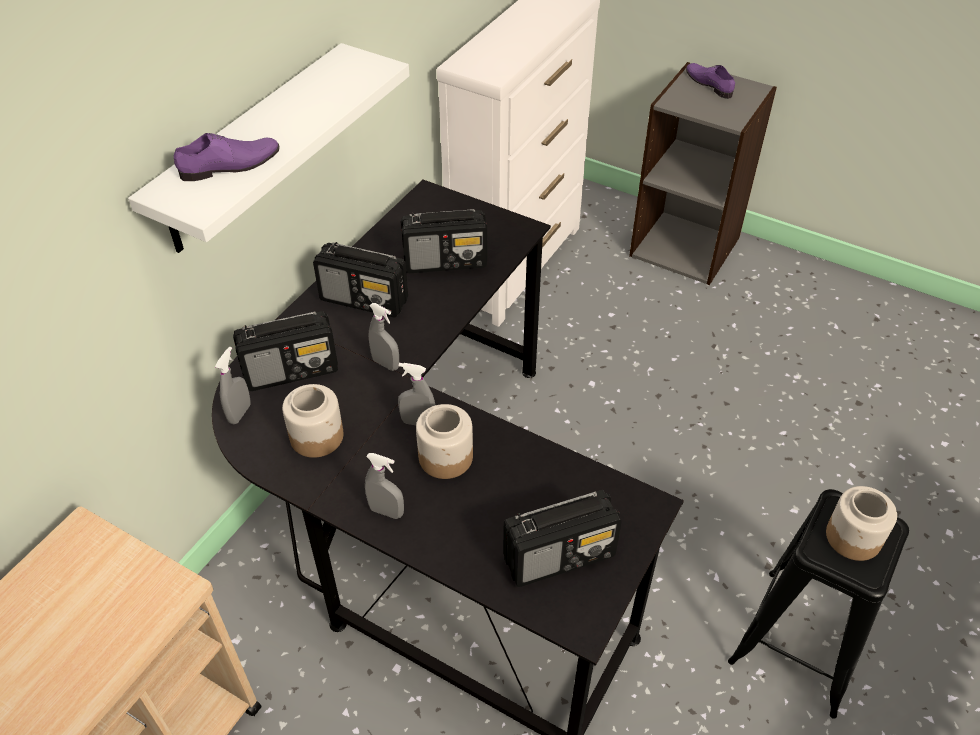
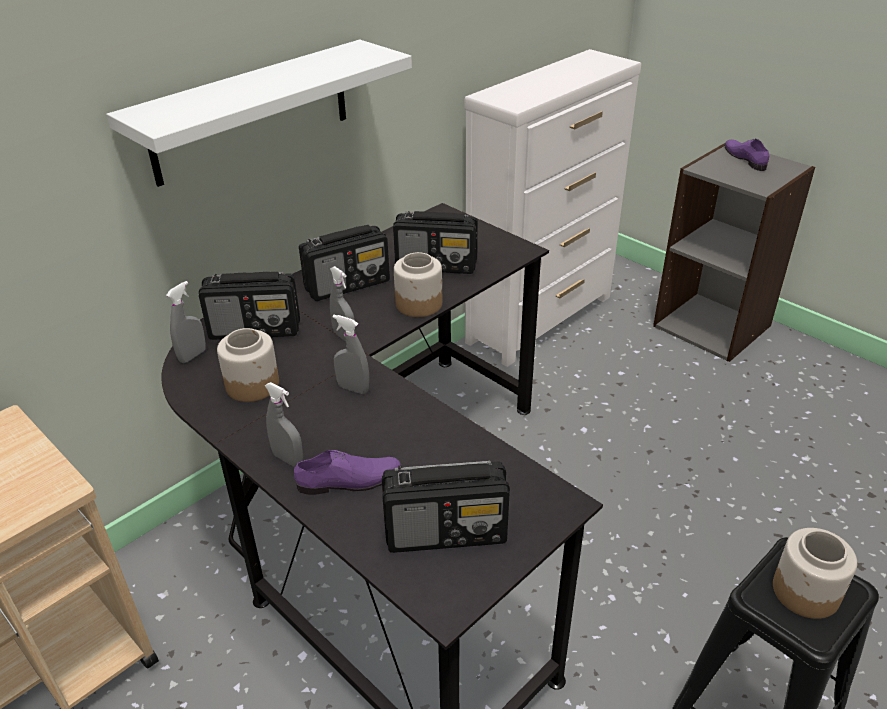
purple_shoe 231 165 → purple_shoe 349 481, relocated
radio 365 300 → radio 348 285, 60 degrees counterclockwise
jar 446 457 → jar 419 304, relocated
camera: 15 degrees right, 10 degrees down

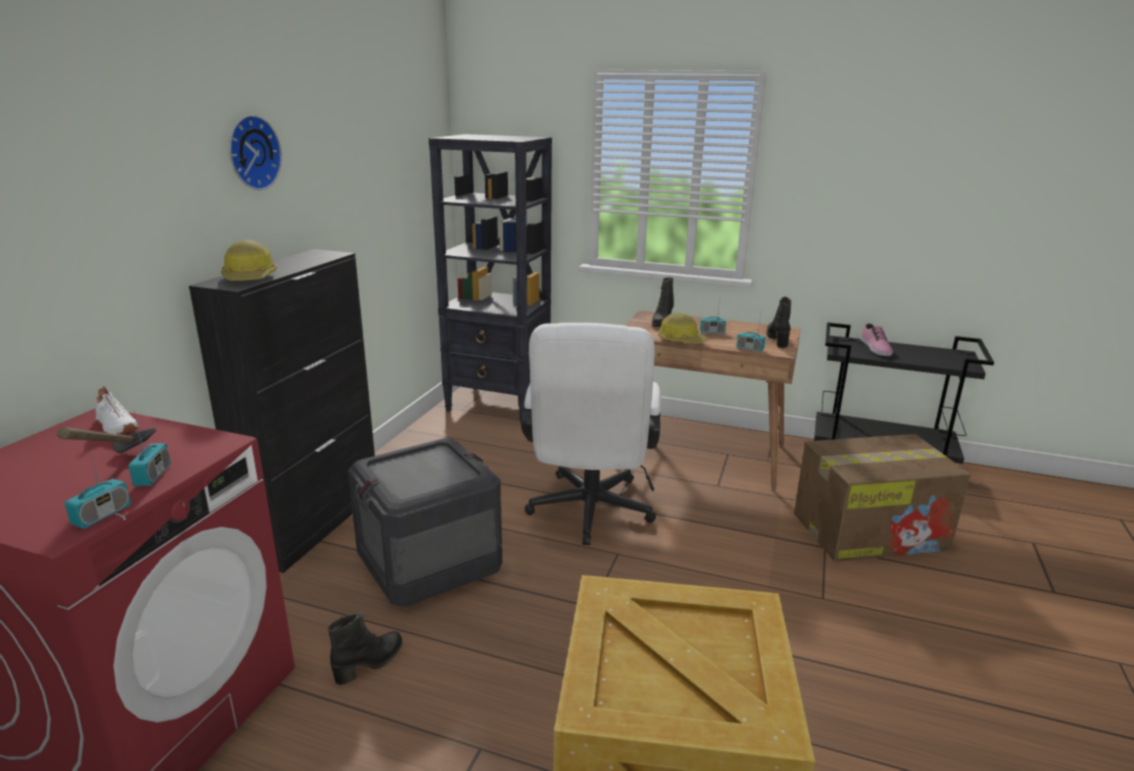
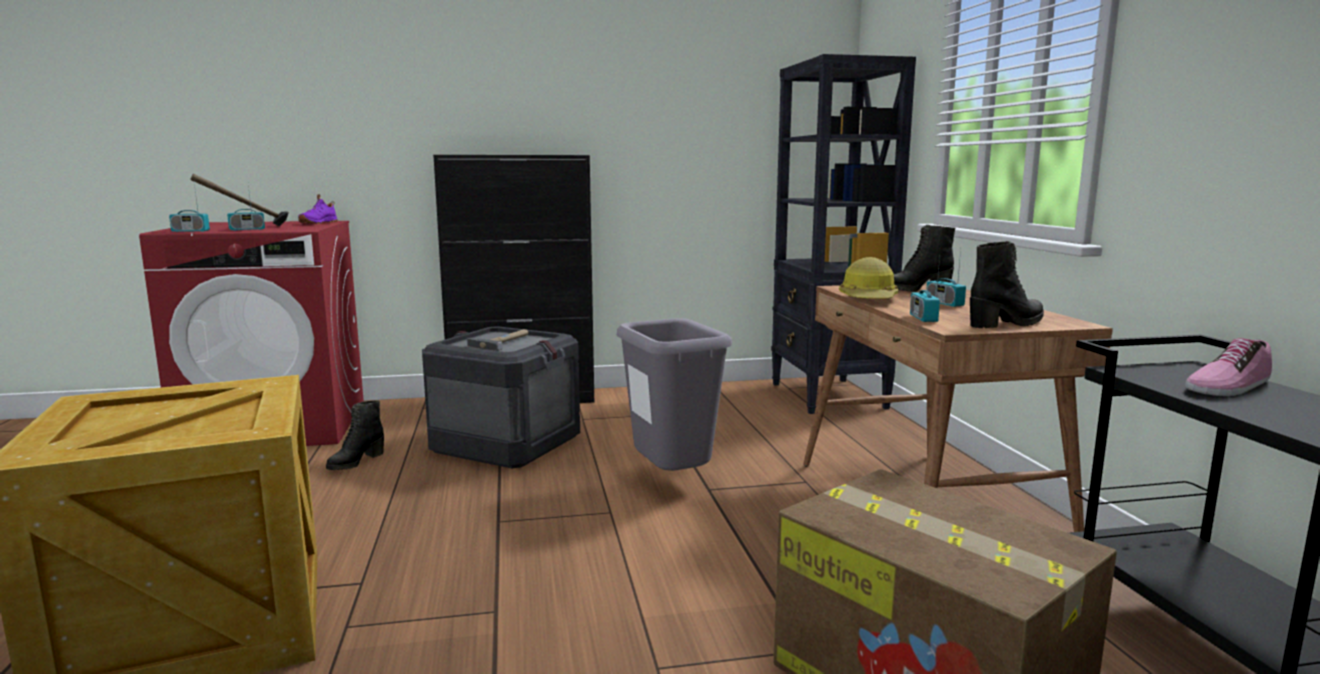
wall_clock 251 152 → -
hard_hat 250 278 → -
white_office_chair 589 514 → grey_trash_can 671 482
white_shoe 115 427 → purple_shoe 317 223
black_boot 370 663 → black_boot 355 462, 105 degrees clockwise
- → hammer 503 342
camera: 60 degrees right, 10 degrees down

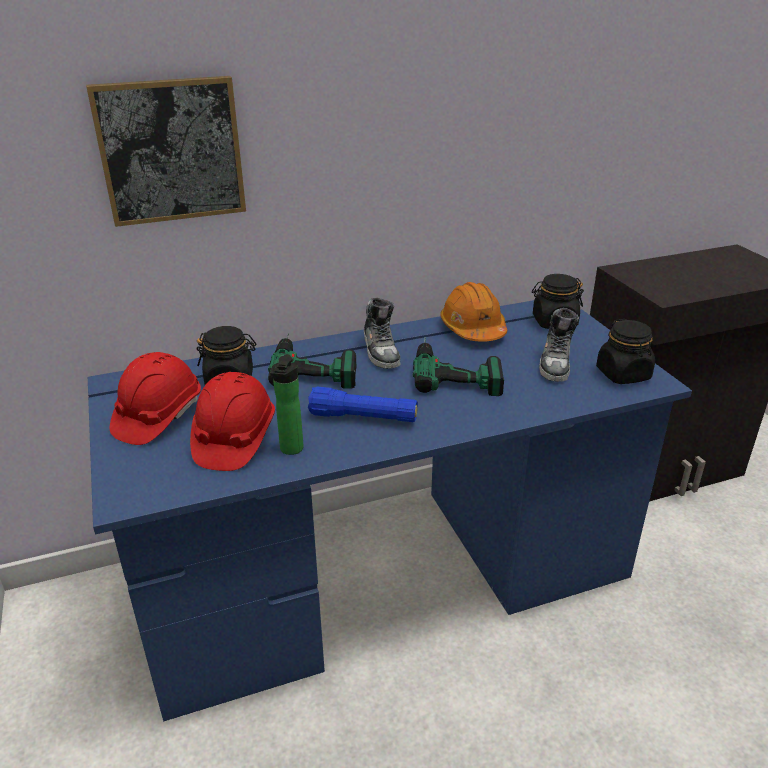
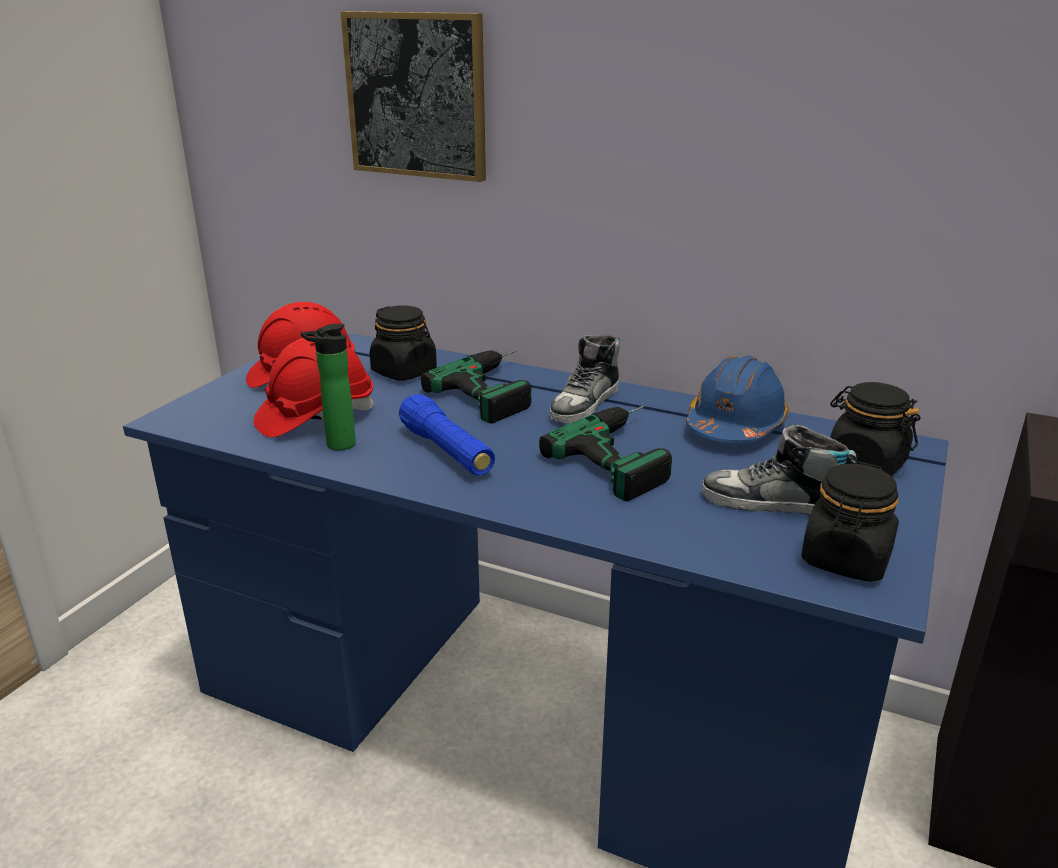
orange_hard_hat 473 329 → blue_hard_hat 735 426
shoe 556 362 → shoe 772 503, 45 degrees clockwise
camera: 45 degrees right, 5 degrees down

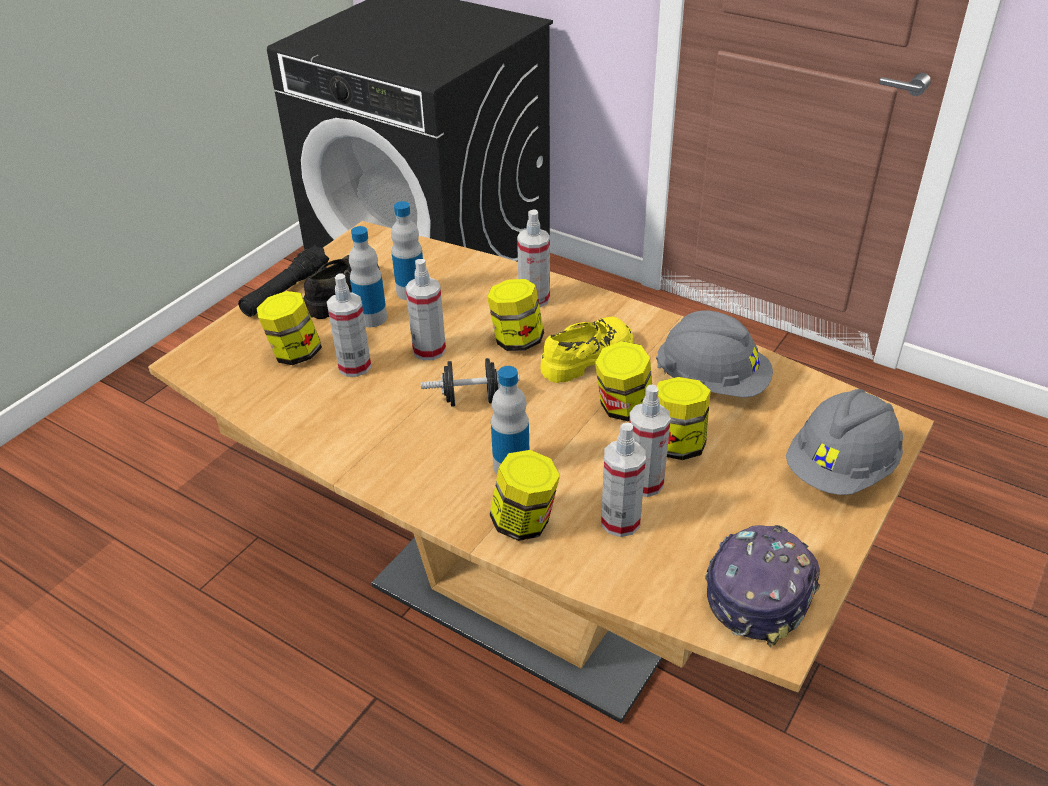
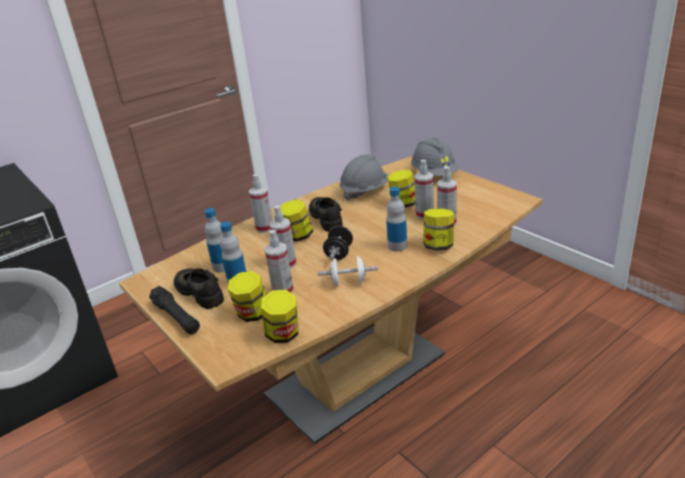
yellow_shoe 588 358 → black_shoe 327 218
jar 623 408 → jar 283 335, relocated
cap 760 588 → -
- → white_dumbbell 348 282
camera: 70 degrees left, 10 degrees down

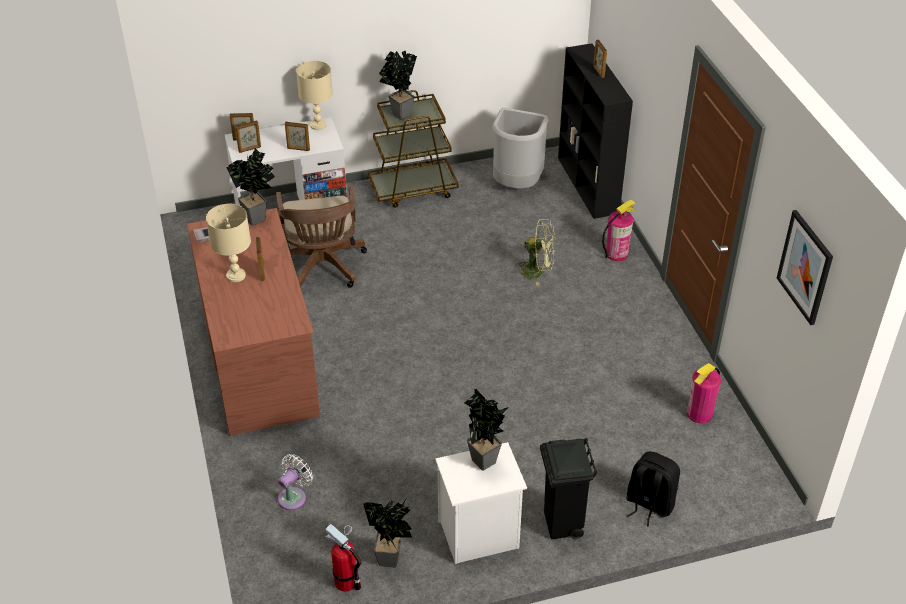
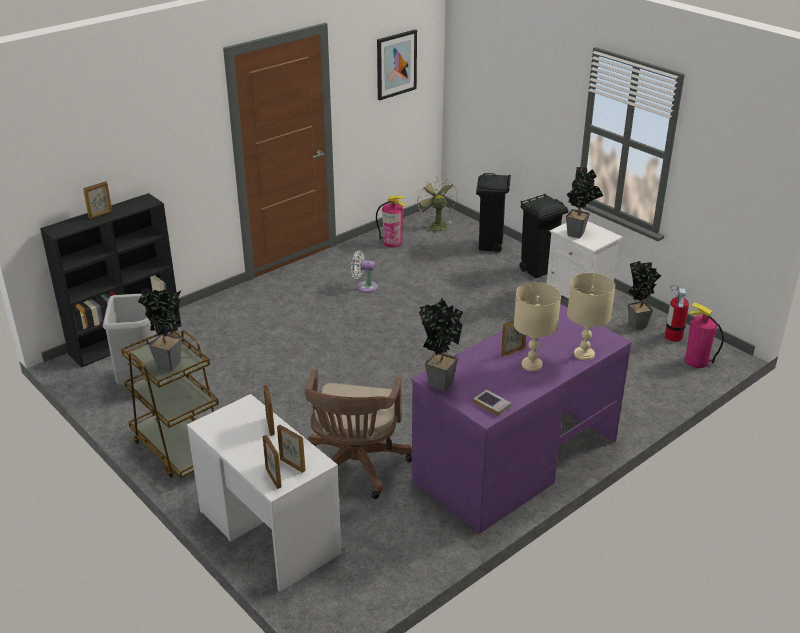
beige_table_lamp 318 125 → beige_table_lamp 584 354, relocated
brown_office_chair 322 268 → brown_office_chair 355 468, 135 degrees clockwise
fire_extinguisher 616 253 → fire_extinguisher 696 361, relocated
brown_desk 259 359 → purple_desk 515 460
green_fan 537 271 → green_fan 436 225, relocated
black_backpack 649 504 → black_trash_can 490 246
white_fan 294 496 → white_fan 364 286, relocated
camera: 115 degrees left, 10 degrees down

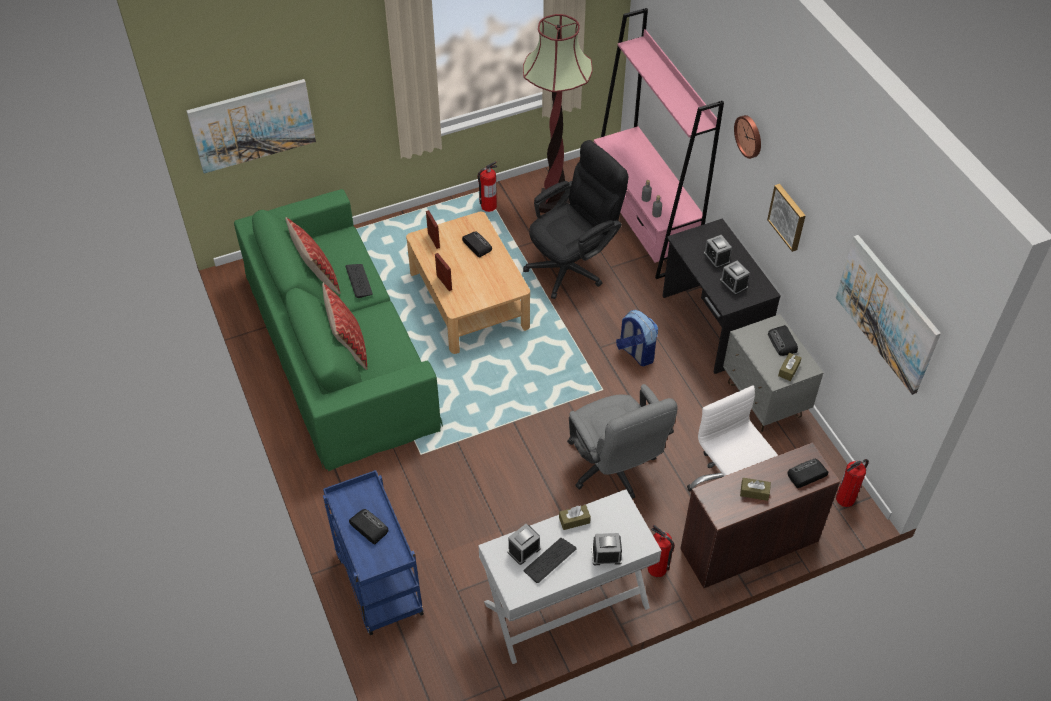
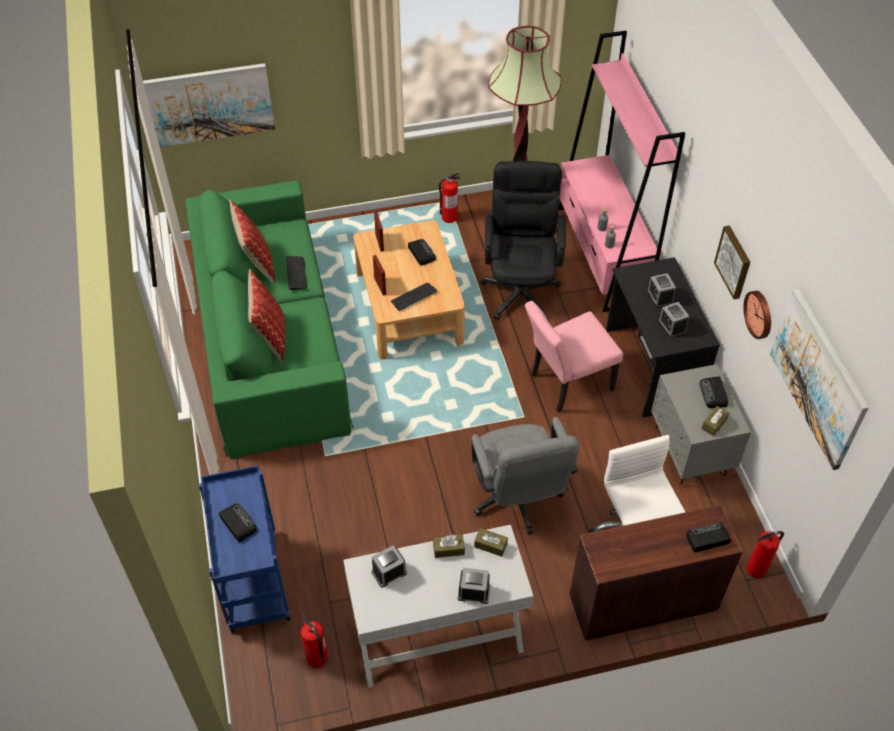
wall_clock 749 136 → wall_clock 759 314, relocated
black_office_chair 573 265 → black_office_chair 521 287, 60 degrees counterclockwise
backpack 635 353 → pink_chair 566 384
brown_tissue_box 754 492 → brown_tissue_box 490 545, relocated
fire_extinguisher 657 568 → fire_extinguisher 317 658, relocated
keyboard 549 560 → keyboard 413 297, relocated
camera: 10 degrees right, 0 degrees up

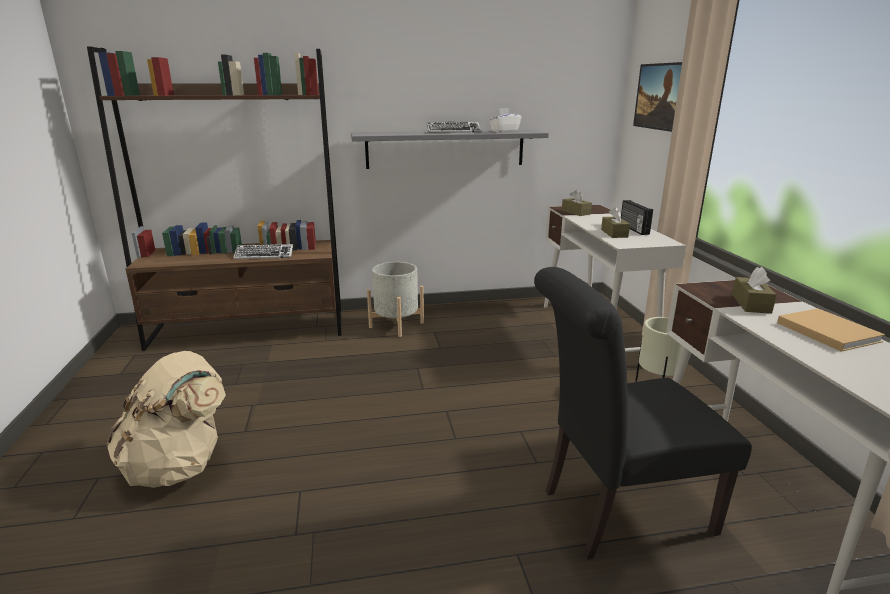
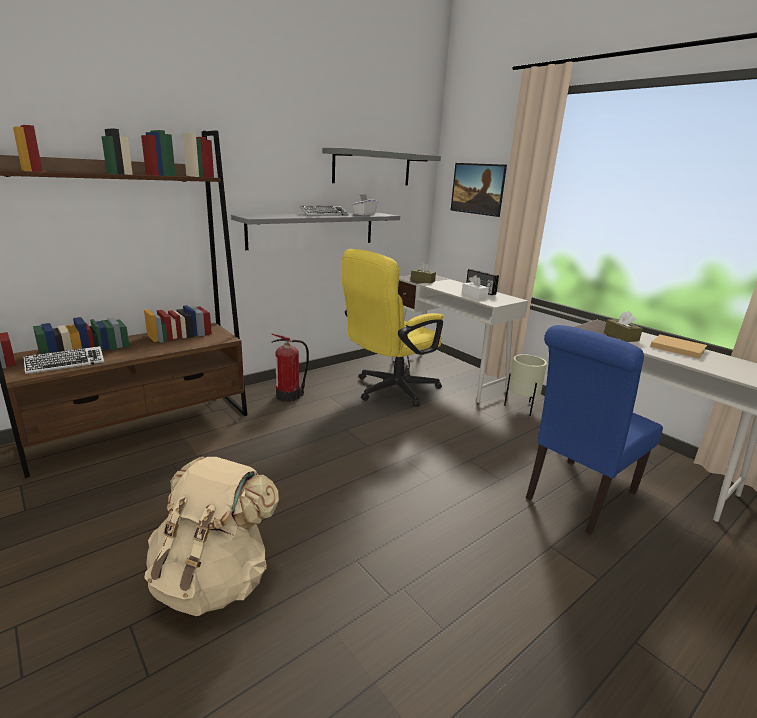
brown_tissue_box 614 233 → white_tissue_box 474 295
keyboard 264 255 → keyboard 65 364, relocated
grey_planter 396 325 → fire_extinguisher 289 396
black_chair 617 512 → blue_chair 576 497
- → grey_shelf 372 168
- → yellow_office_chair 389 390
camera: 30 degrees left, 0 degrees up

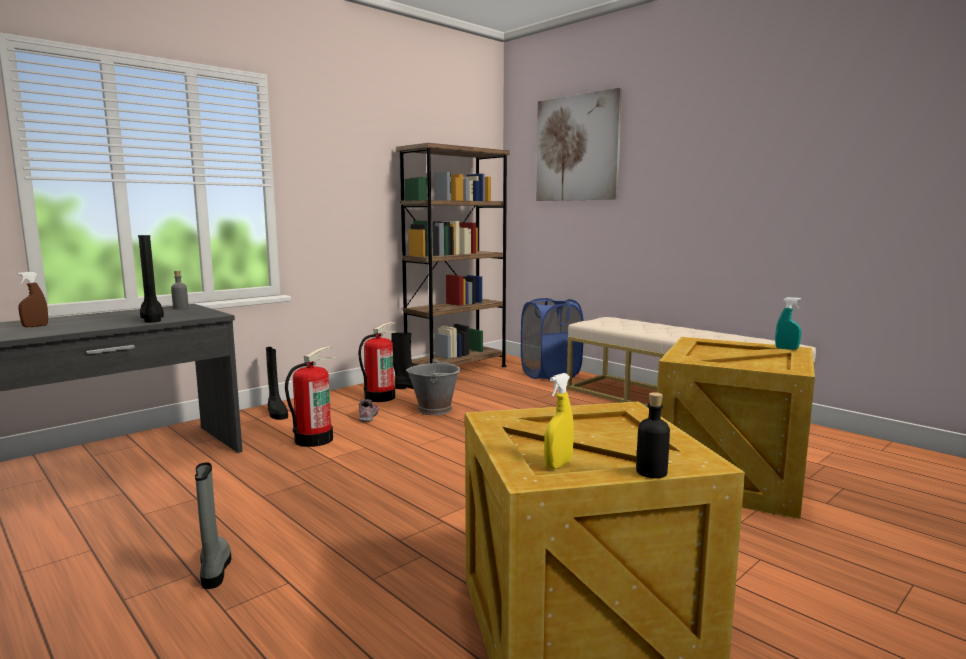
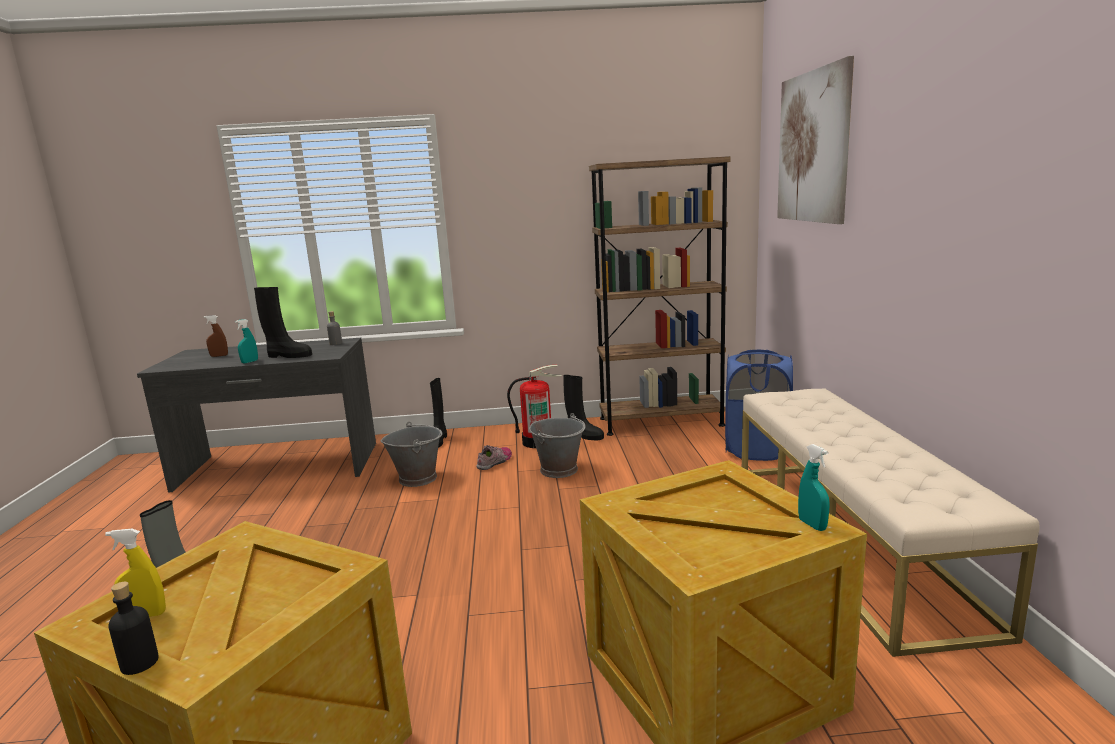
black_boot 152 318 → black_boot 288 356, 90 degrees clockwise
fire_extinguisher 313 439 → grey_bucket 418 478
- → turquoise_spray_bottle 250 362
camera: 40 degrees right, 5 degrees up

